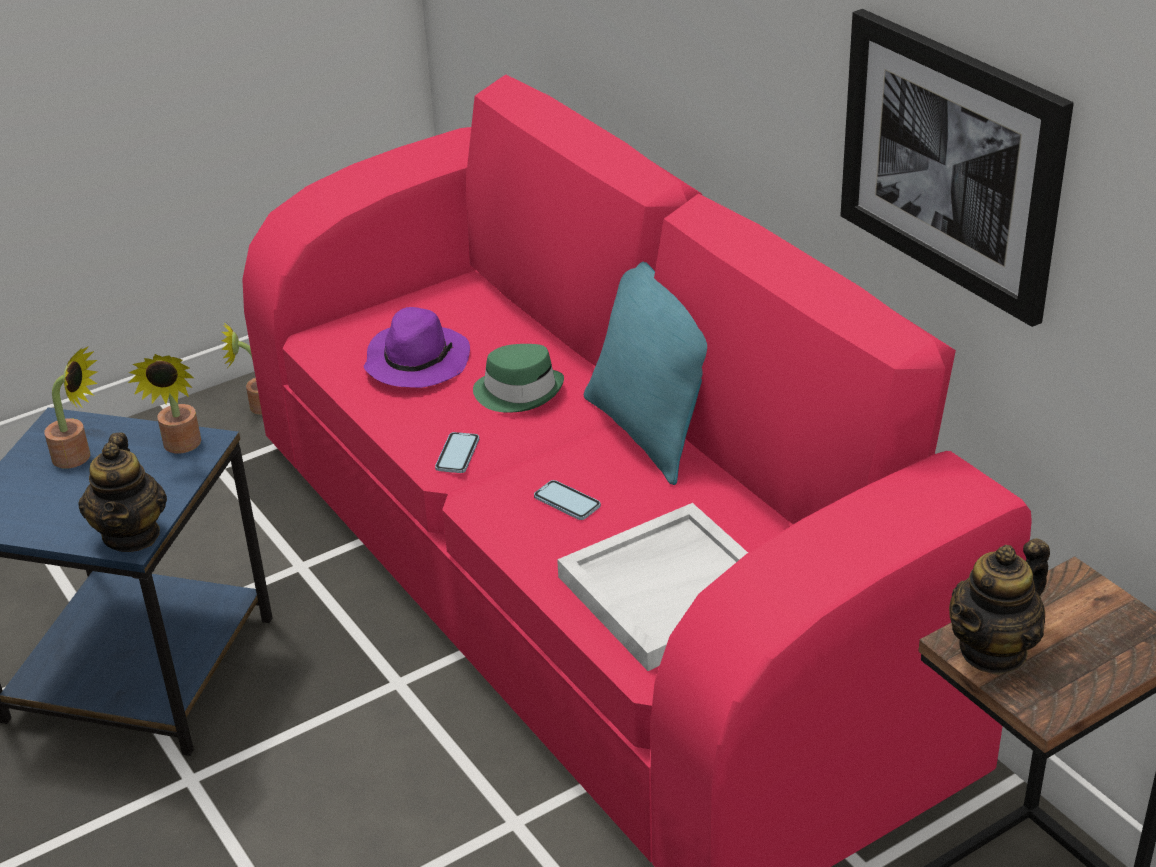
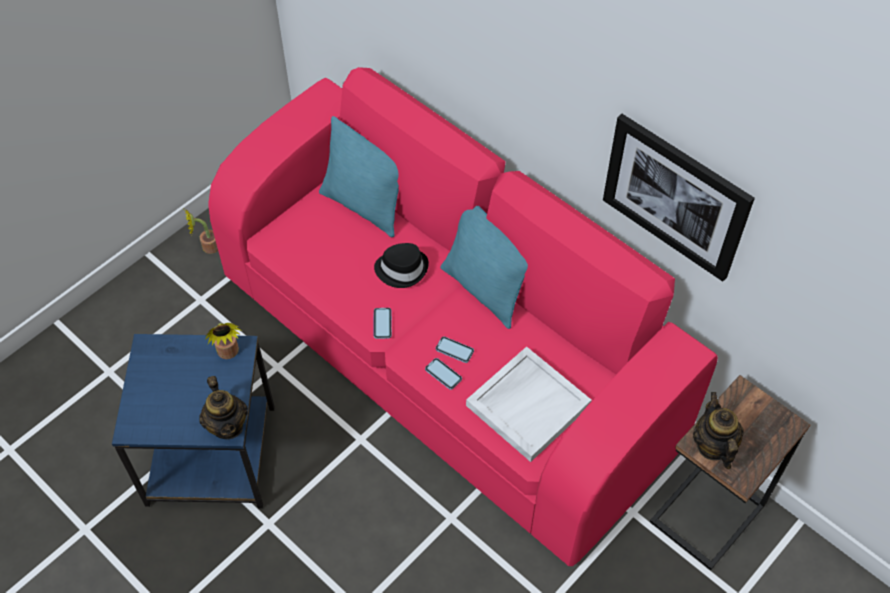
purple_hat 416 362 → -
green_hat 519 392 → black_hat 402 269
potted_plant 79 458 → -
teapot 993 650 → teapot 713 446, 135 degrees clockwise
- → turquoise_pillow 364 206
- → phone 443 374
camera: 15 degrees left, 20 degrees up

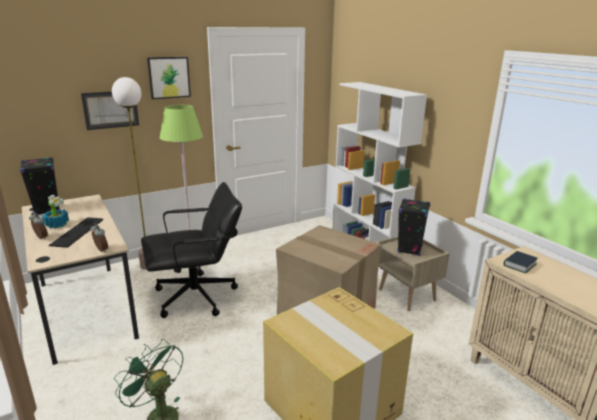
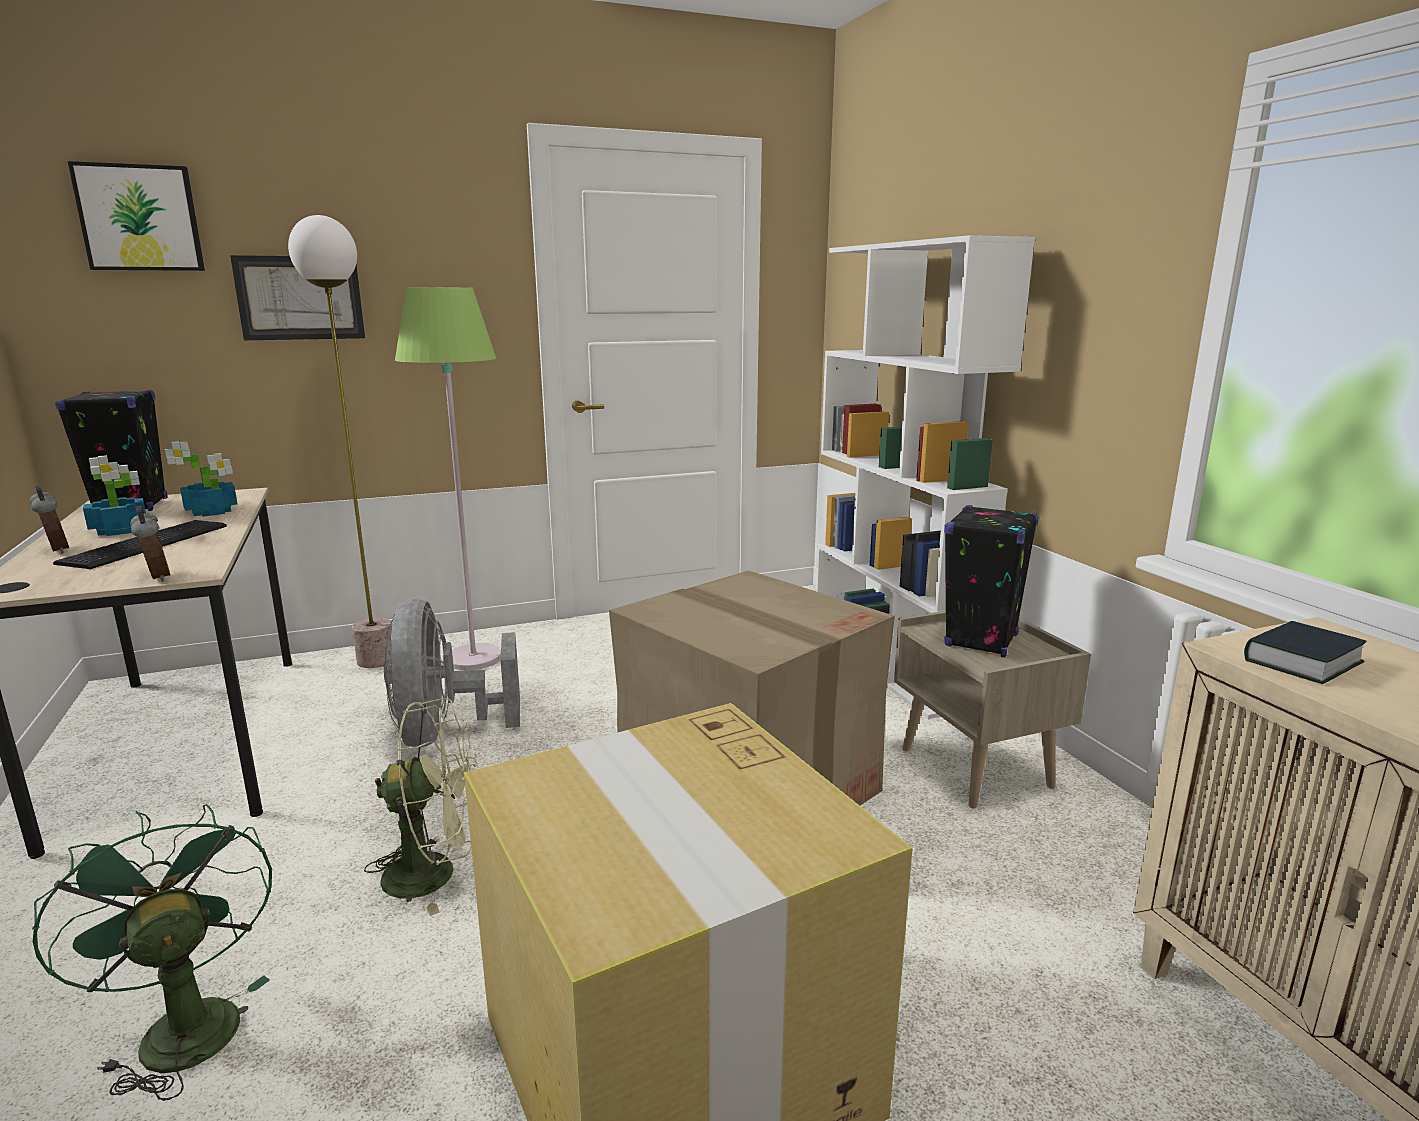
picture 168 77 → picture 140 218, relocated
black_office_chair 196 297 → grey_fan 445 733
- → potted_plant 212 511
- → green_fan 436 873
camera: 10 degrees right, 5 degrees down

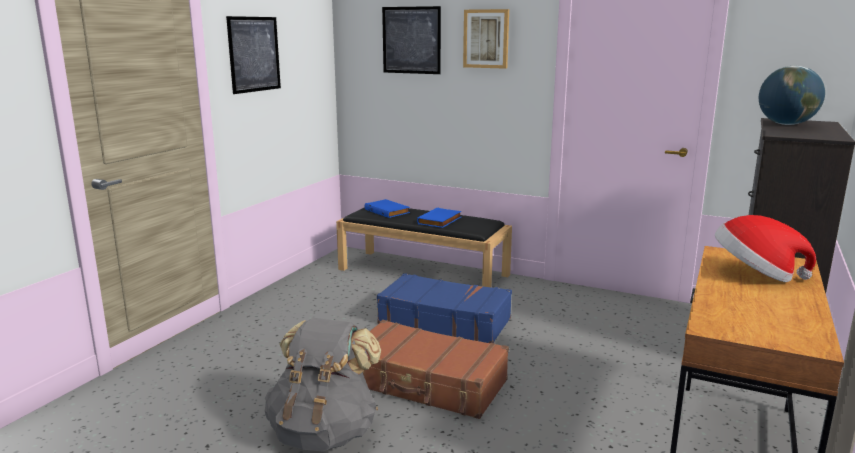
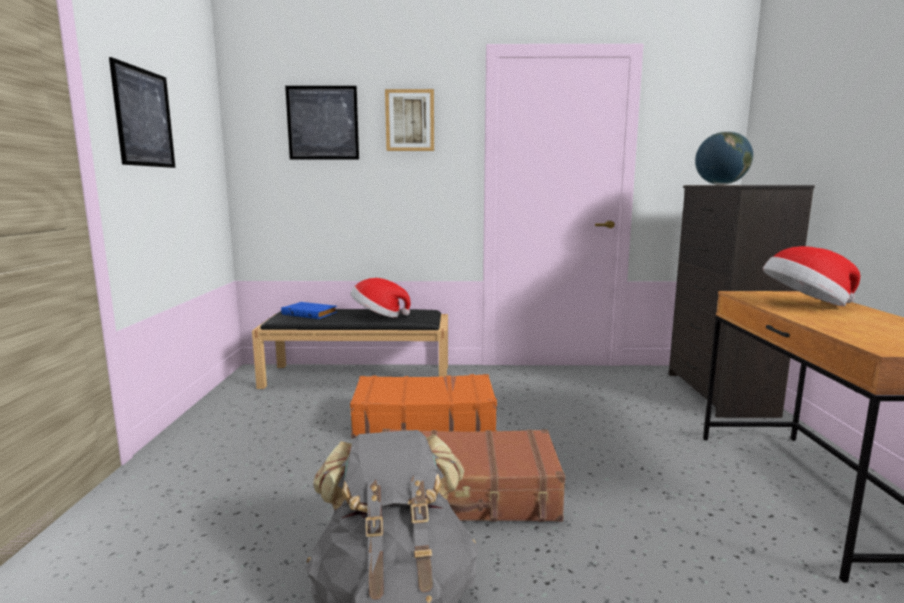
blue_book 440 221 → hat 378 315
blue_suitcase 444 321 → orange_suitcase 424 421
camera: 25 degrees left, 5 degrees down

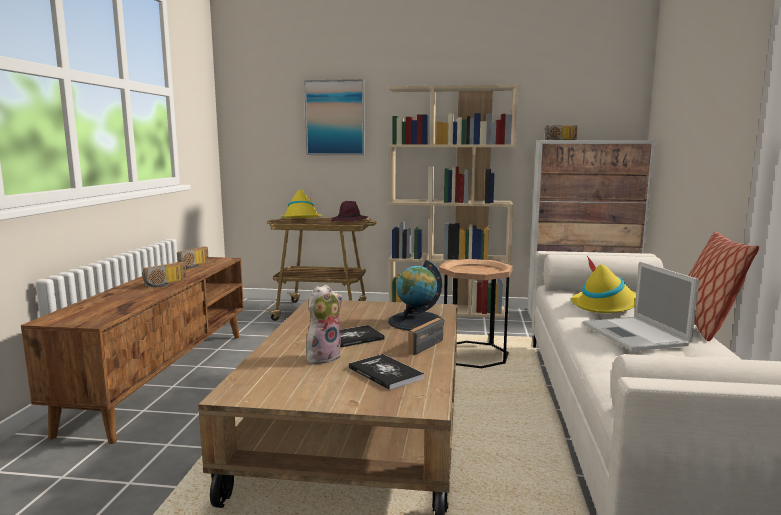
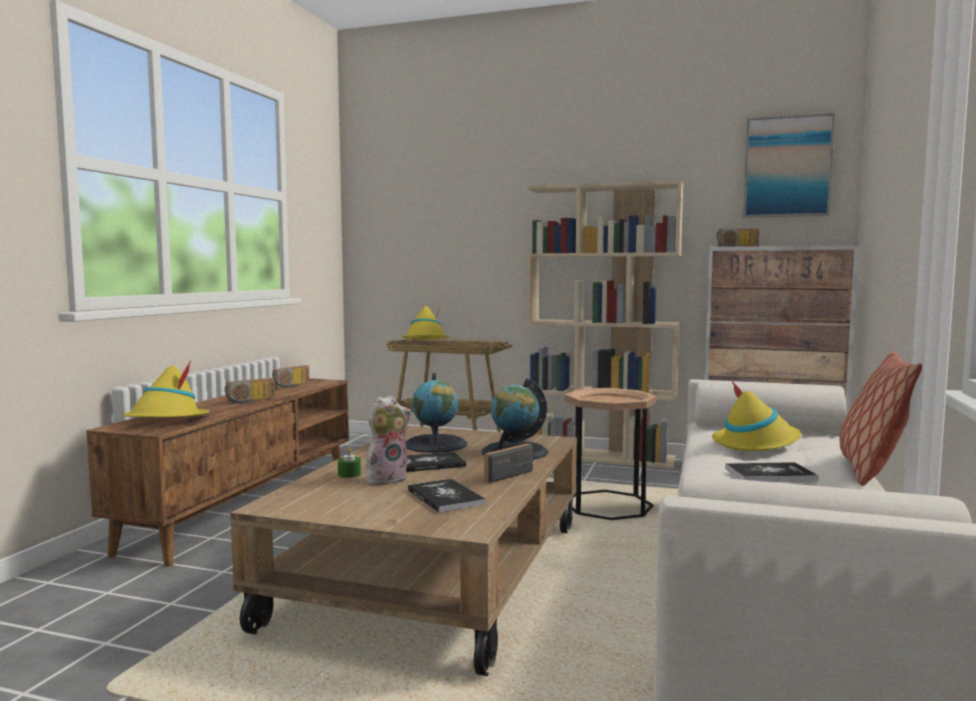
picture 335 118 → picture 787 167, relocated
purple_hat 350 221 → -
laptop 636 335 → book 770 474
- → yellow_hat 166 420
- → globe 435 444
- → green_candle 349 474
camera: 10 degrees right, 5 degrees down

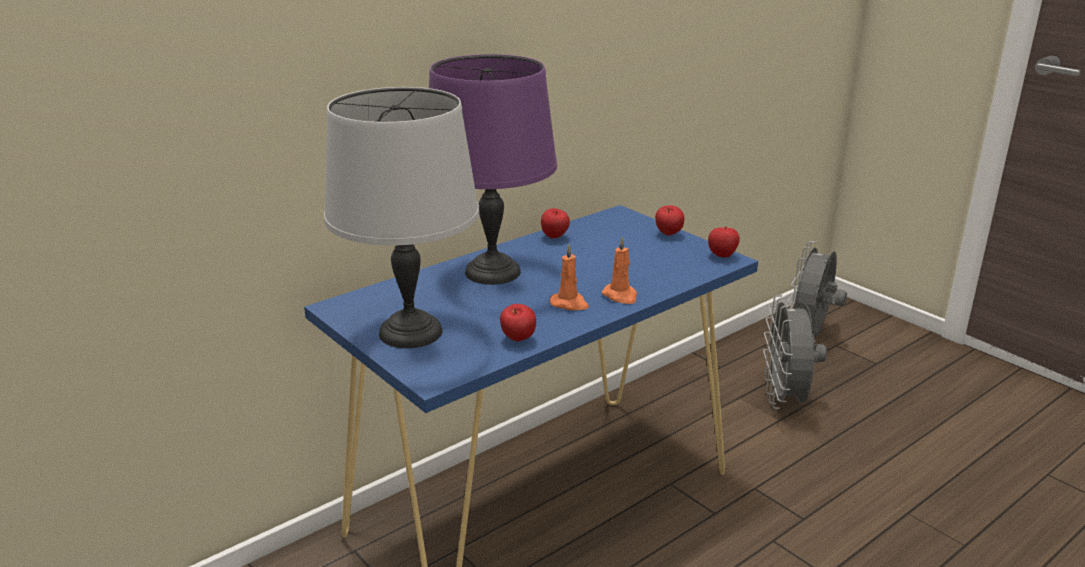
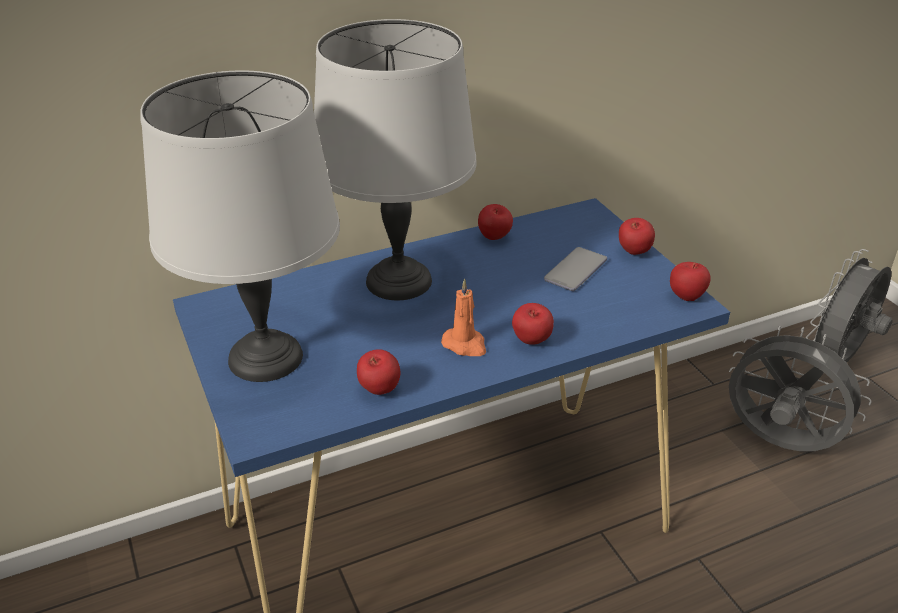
purple_table_lamp 494 272 → grey_table_lamp 400 281
orange_candle 620 296 → apple 531 342
grey_fan 785 400 → grey_fan 777 443, 105 degrees clockwise
- → phone 575 270
camera: 15 degrees right, 10 degrees up

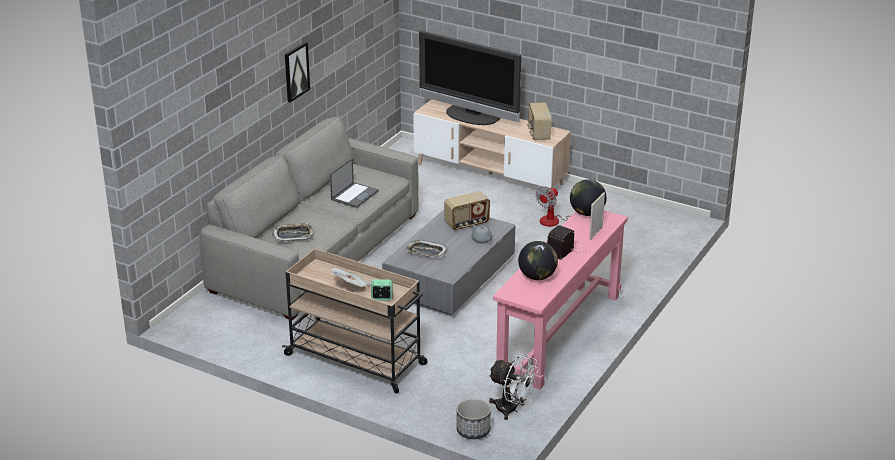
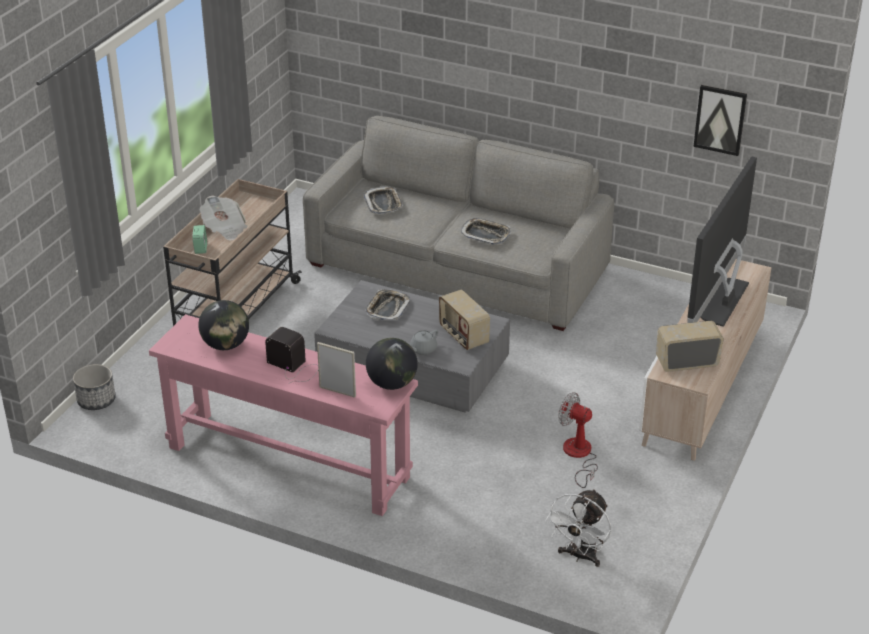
picture 296 71 → picture 720 119, relocated
laptop 354 195 → tray 485 234
white_fan 511 410 → white_fan 580 556, relocated
camera: 85 degrees right, 5 degrees up

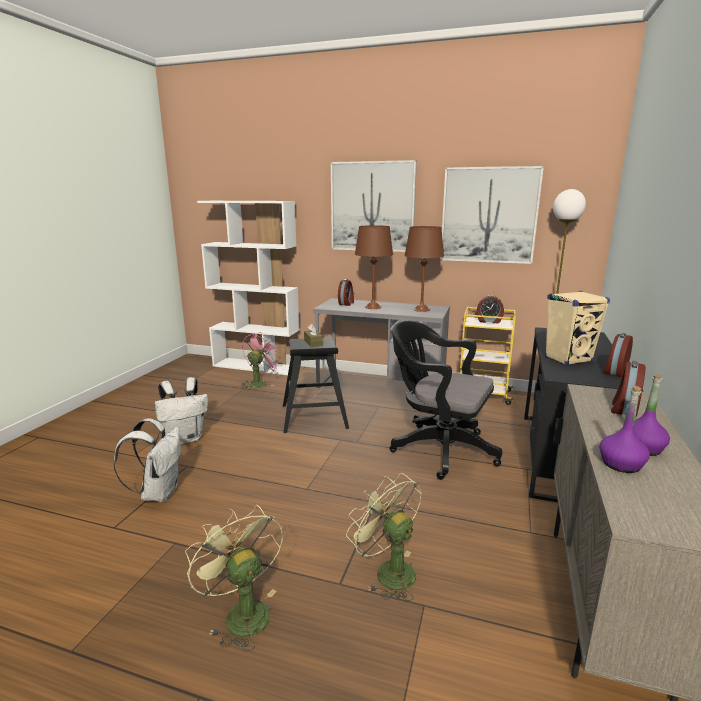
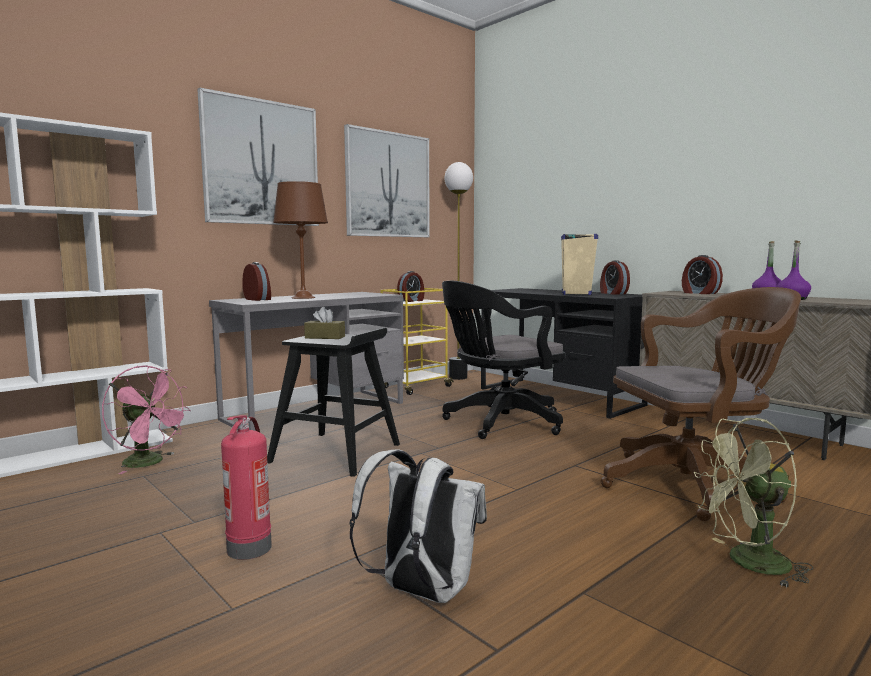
brown_table_lamp 421 309 → -
pink_fan 259 383 → pink_fan 150 463, 150 degrees clockwise
white_backpack 185 438 → fire_extinguisher 249 547
green_fan 388 571 → brown_office_chair 694 484
camera: 60 degrees left, 10 degrees down

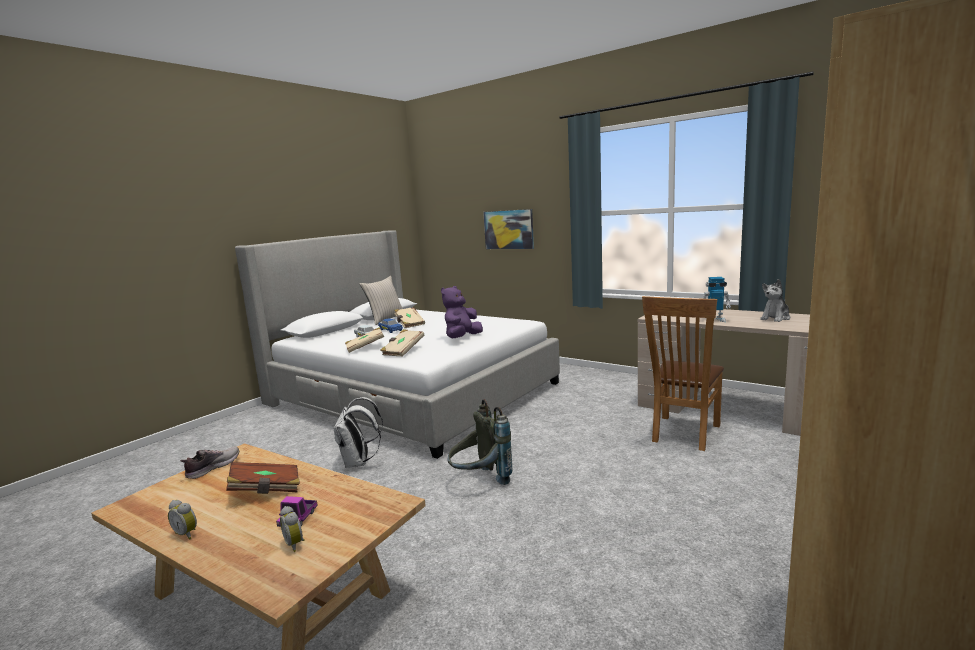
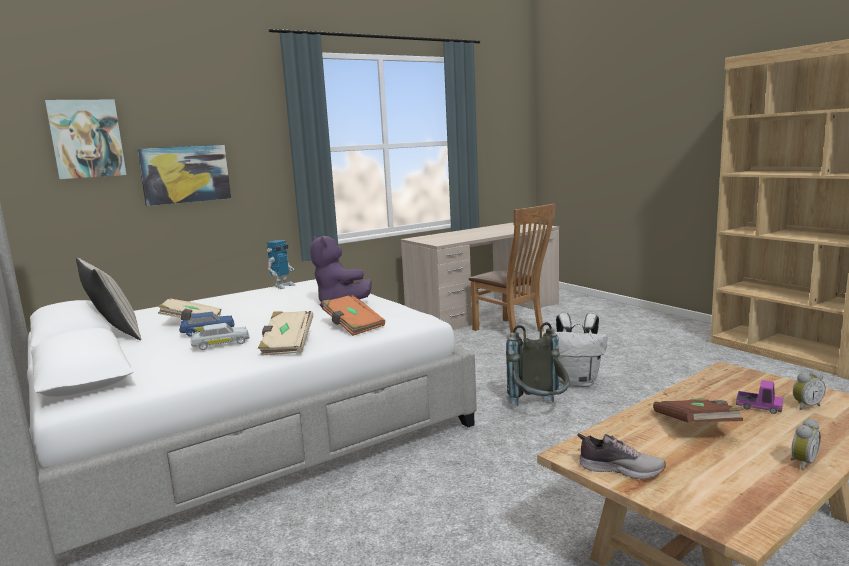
toy_robot 715 320 → toy_robot 282 286, relocated
plush_toy 775 318 → -
beige_book 403 351 → orange_book 352 326
white_backpack 359 462 → white_backpack 577 382, relocated
shoe 212 467 → shoe 620 469, 150 degrees clockwise
- → picture 86 139
camera: 70 degrees left, 0 degrees up

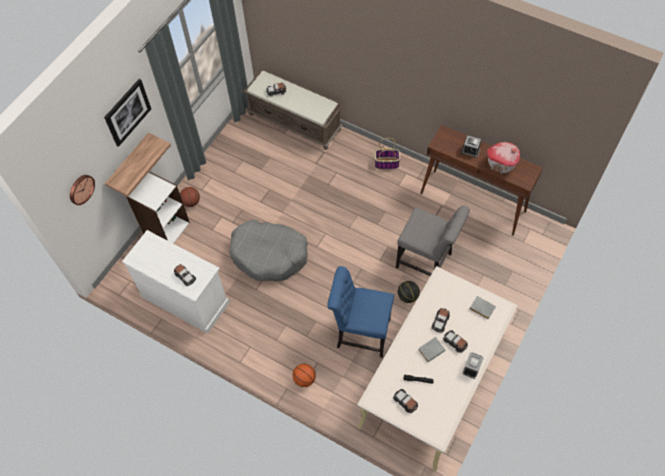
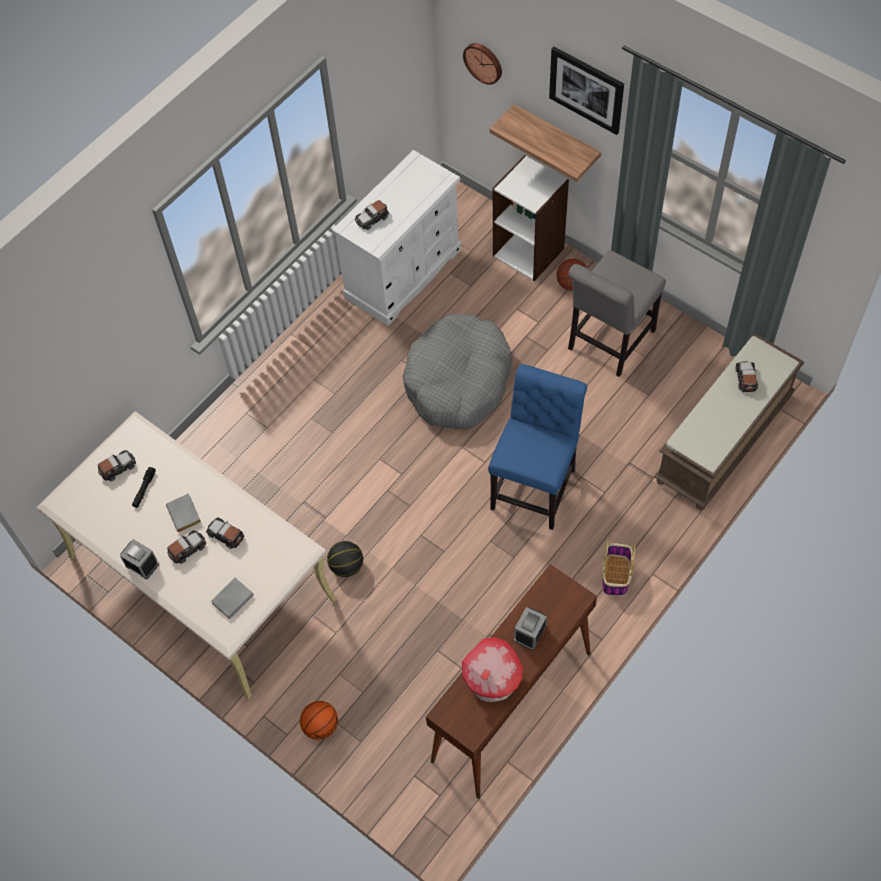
grey_chair 426 262 → grey_chair 608 343, relocated
blue_chair 360 332 → blue_chair 535 485, relocated
basketball 304 379 → basketball 321 725, relocated
camera: 100 degrees right, 0 degrees up

